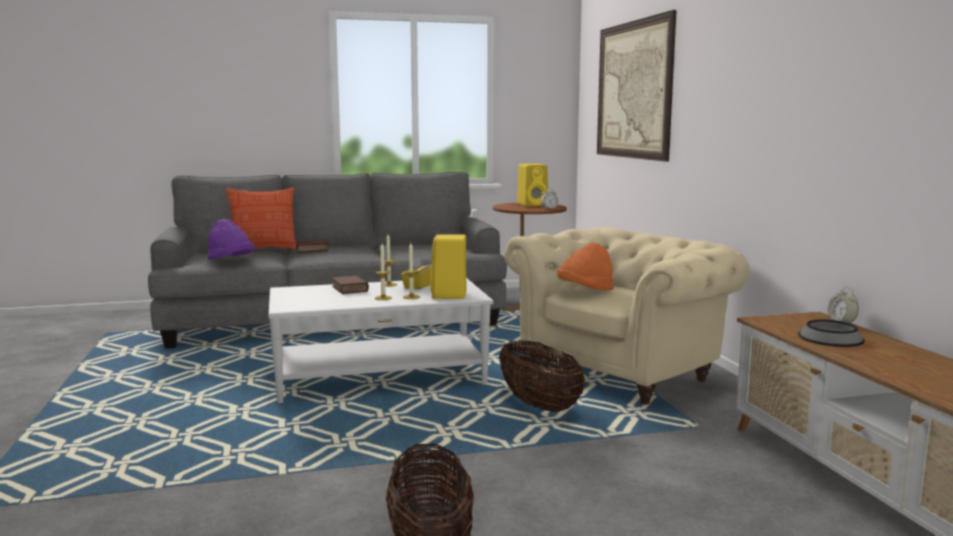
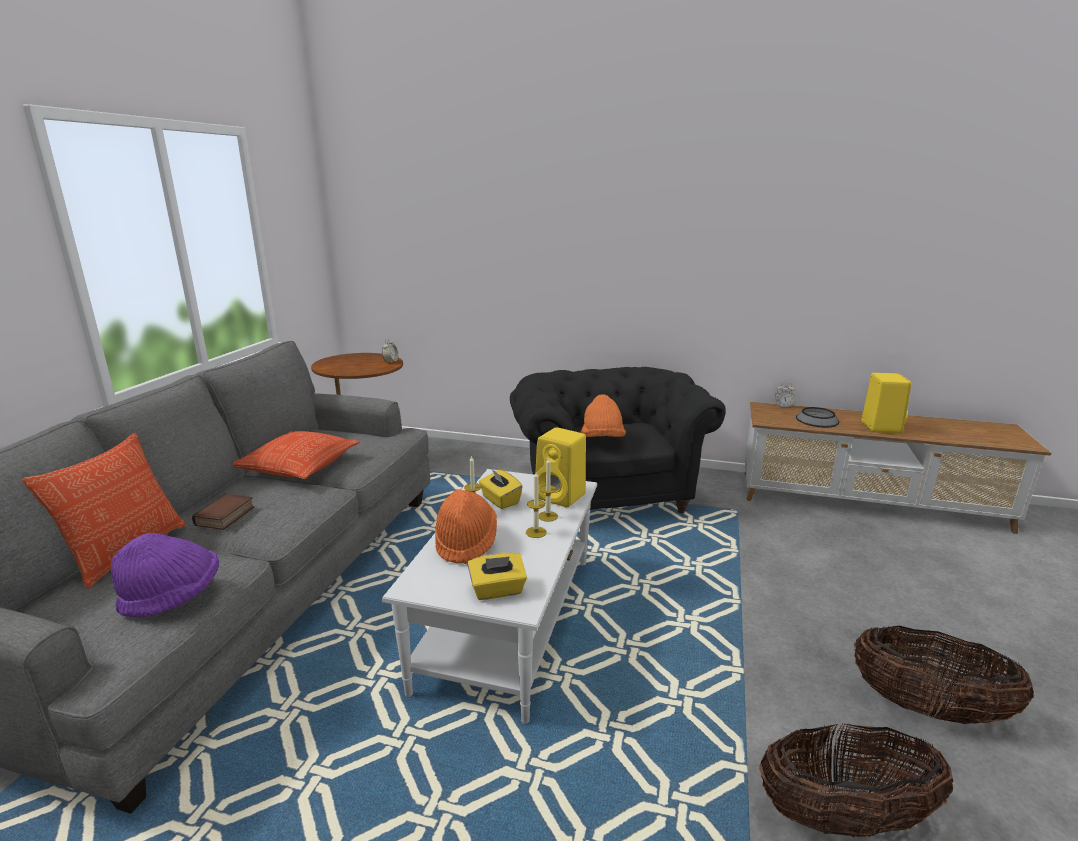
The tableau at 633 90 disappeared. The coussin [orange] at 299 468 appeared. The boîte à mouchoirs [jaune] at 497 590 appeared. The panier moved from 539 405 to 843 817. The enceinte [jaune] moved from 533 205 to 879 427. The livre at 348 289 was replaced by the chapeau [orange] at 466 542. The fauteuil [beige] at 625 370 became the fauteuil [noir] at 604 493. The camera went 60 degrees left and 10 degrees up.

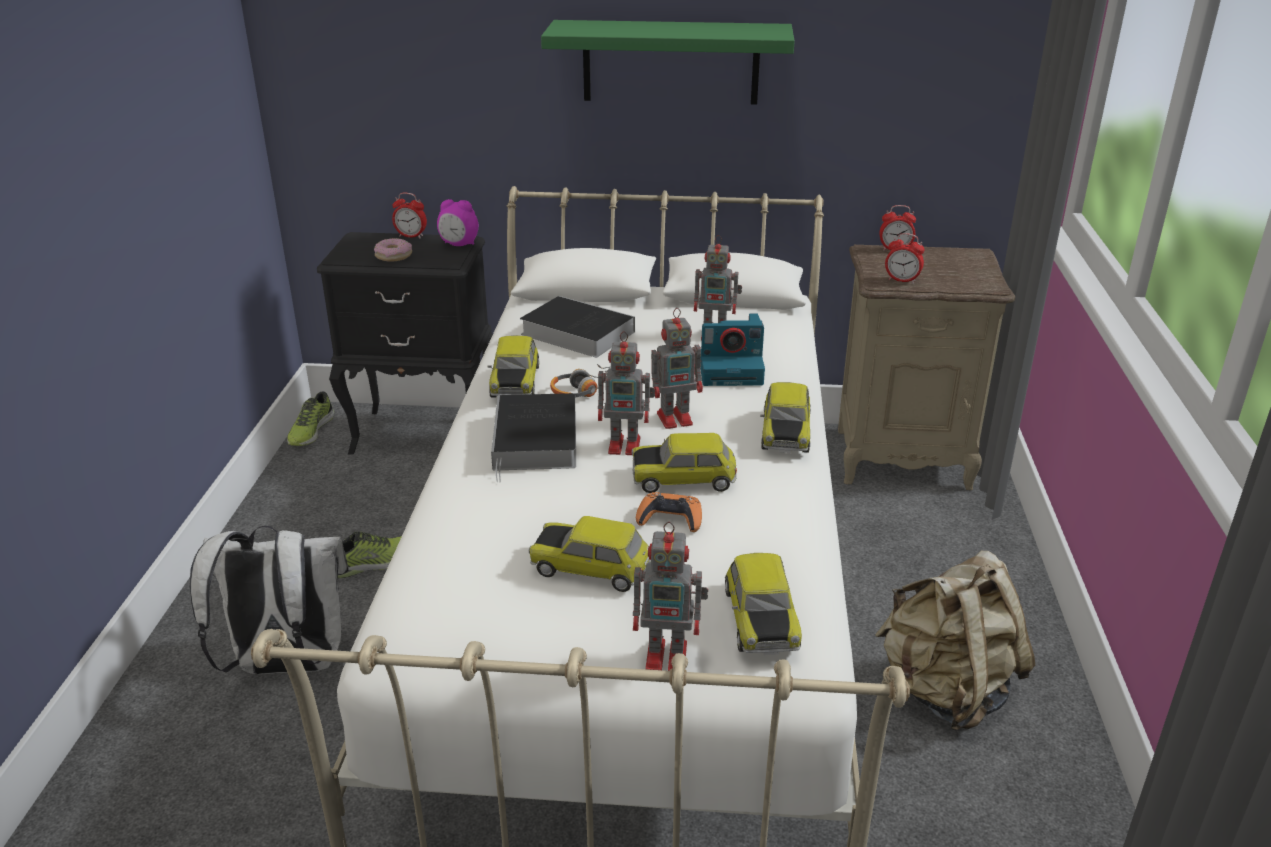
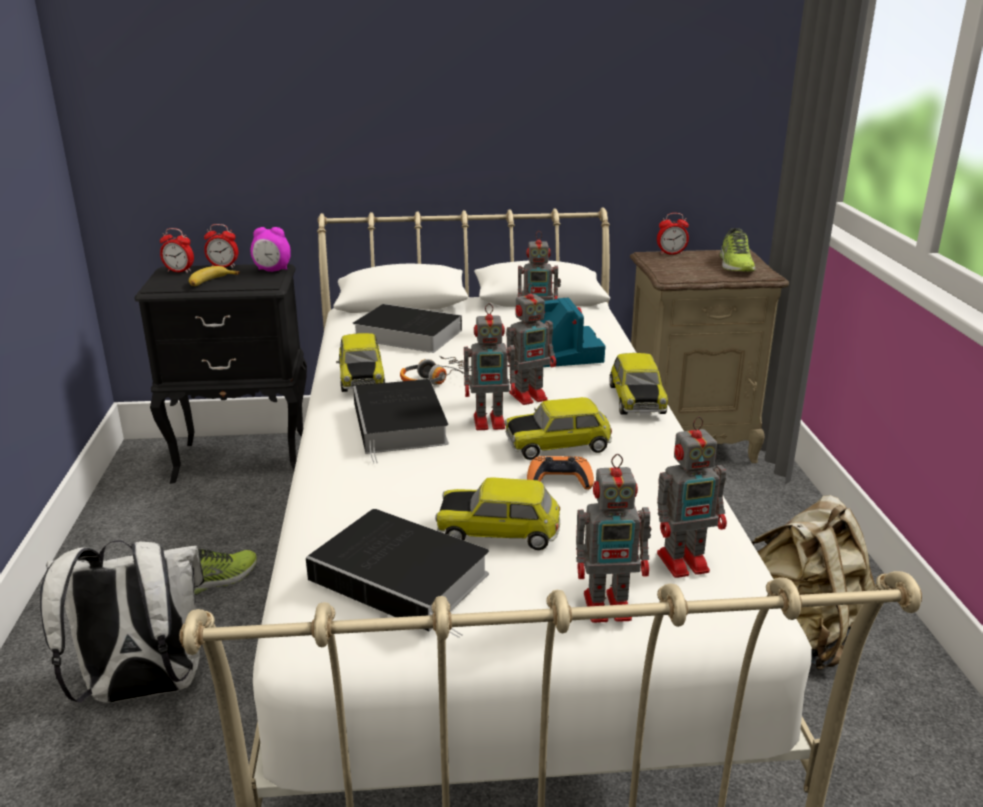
The étagère [vert] at 670 62 disappeared. The livre at 404 578 appeared. The chaussure moved from 310 431 to 735 264. The réveil moved from 902 280 to 179 271. The beignet at 393 256 was replaced by the banane at 211 282. The petite voiture at 759 619 was replaced by the robot jouet at 685 561. The appareil photo at 732 369 turned 90 degrees counterclockwise. The camera went 10 degrees left and 5 degrees down.

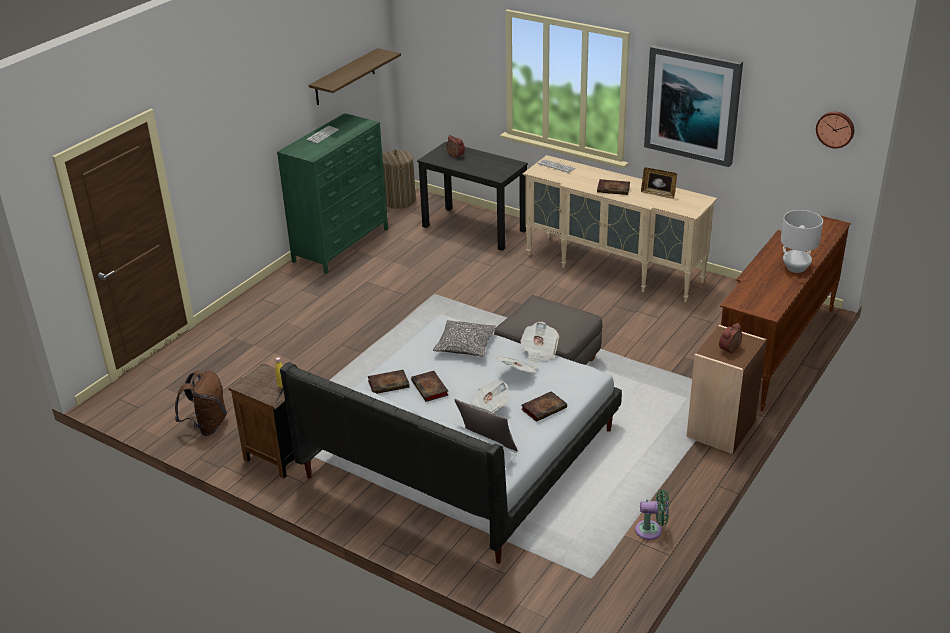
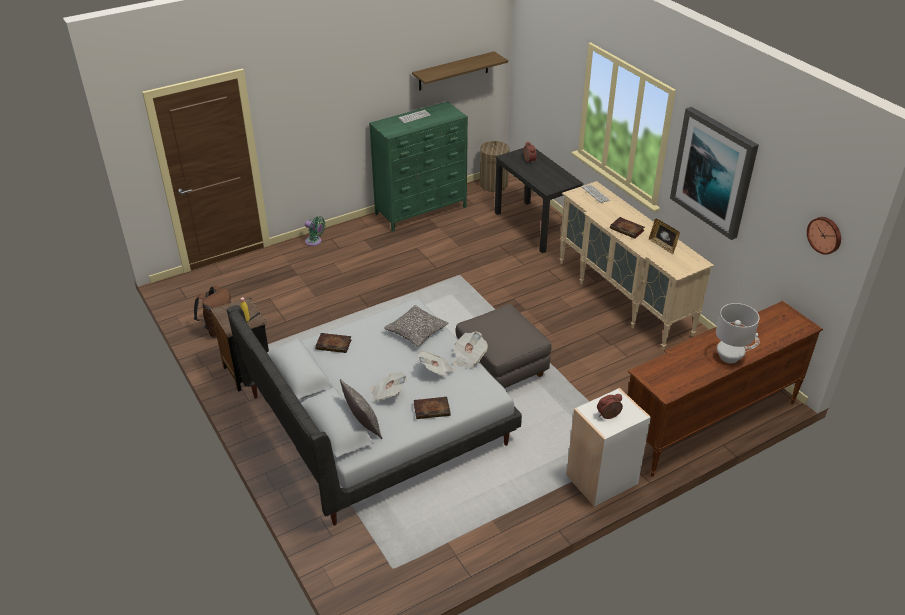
The livre at 430 389 disappeared. The ventilateur [vert] moved from 651 530 to 314 242. The bibliothèque [marron] at 721 430 became the bibliothèque [blanc] at 601 480. The camera went 25 degrees right and 5 degrees up.

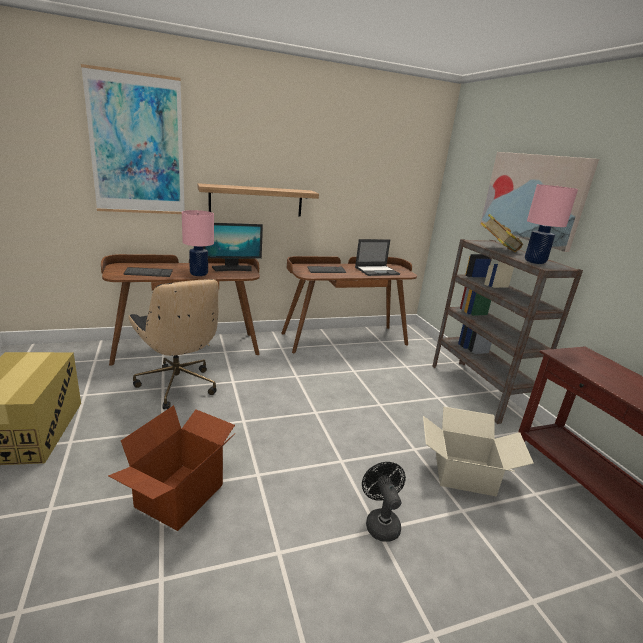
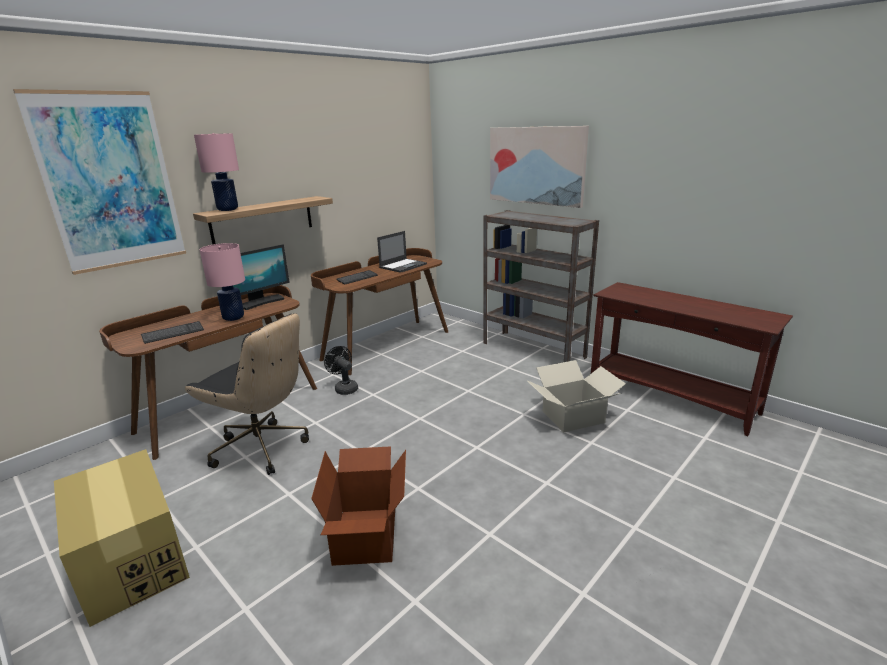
The livre at 497 249 disappeared. The ventilateur [noir] moved from 380 522 to 344 388. The lampe de table [rose] moved from 535 262 to 228 210. The camera went 25 degrees left and 0 degrees up.

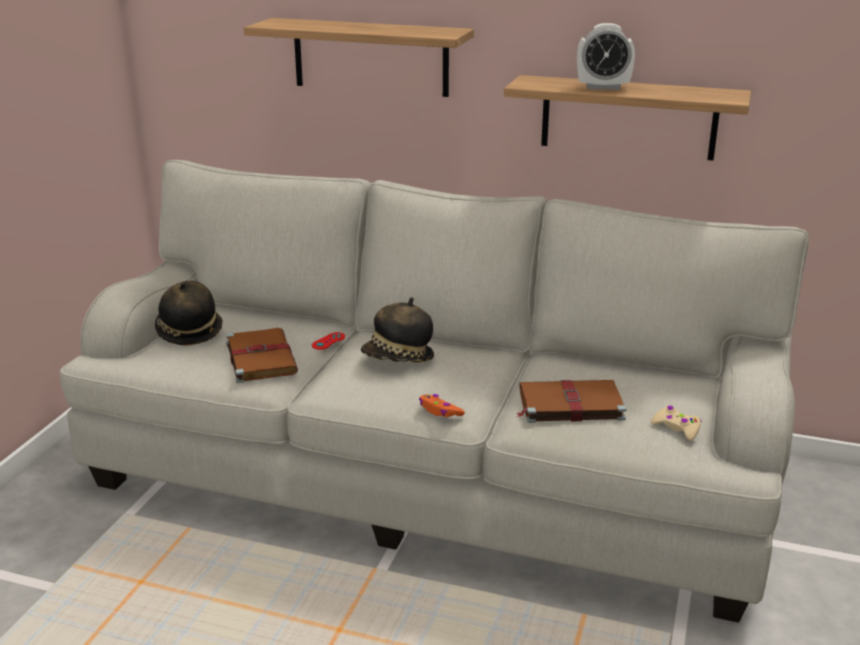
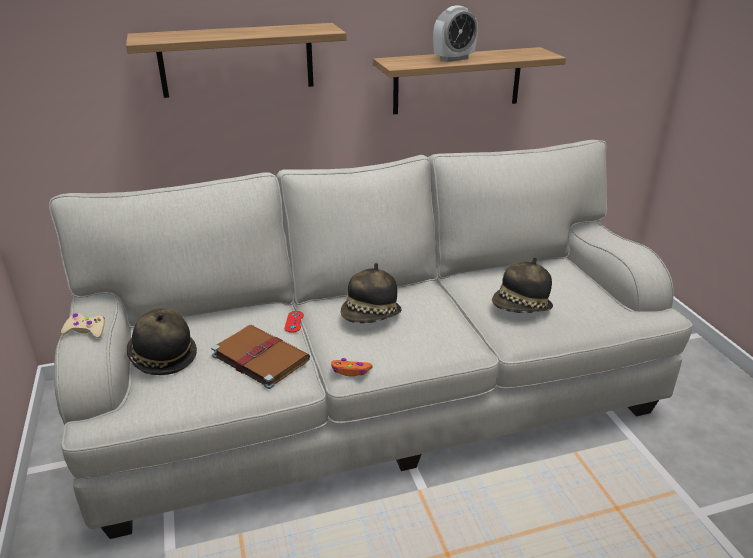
The manette [orange] moved from 440 411 to 351 371. The manette [beige] moved from 676 428 to 86 330. The livre [marron] at 568 404 was replaced by the chapeau at 521 308. The camera went 35 degrees left and 5 degrees up.

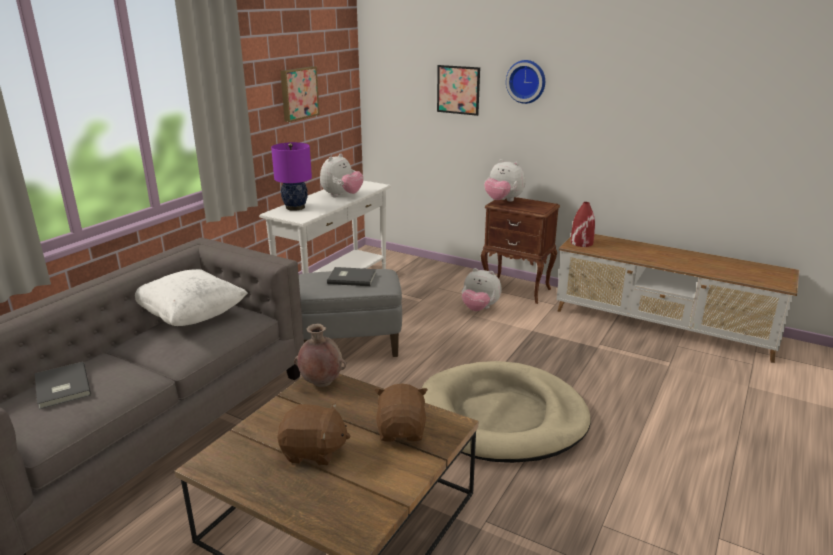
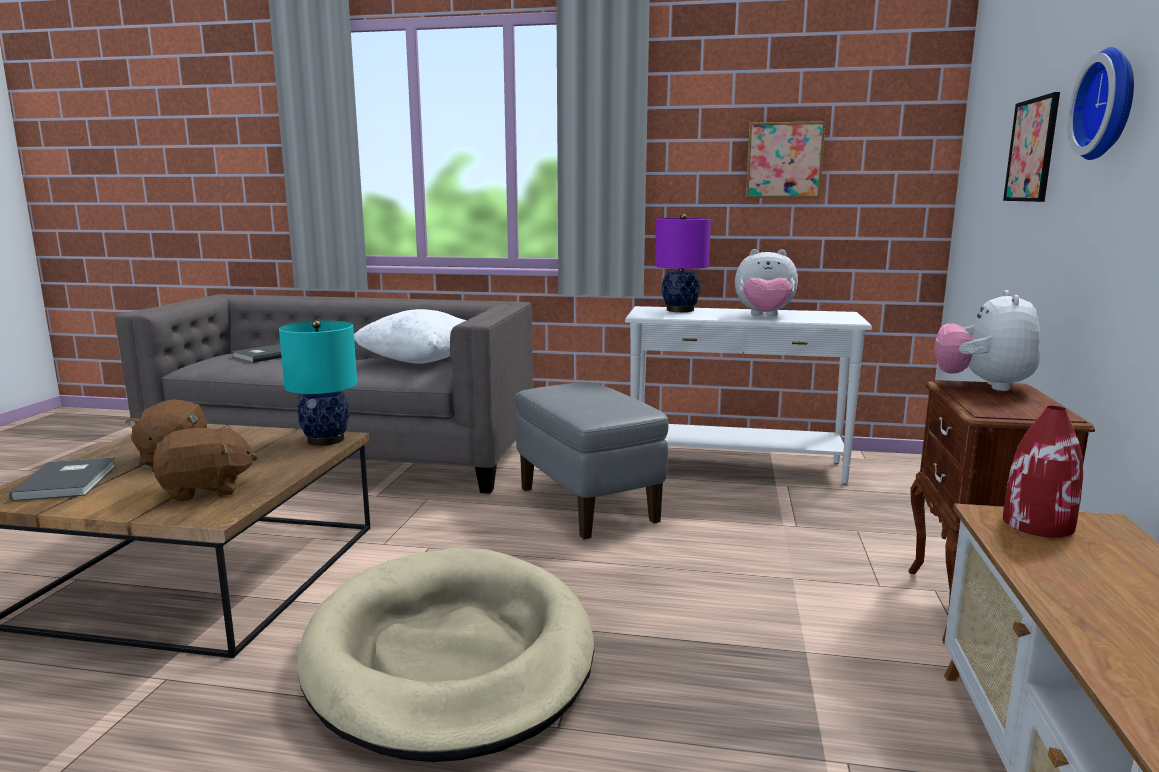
The peluche at 479 309 disappeared. The livre [gris] moved from 351 278 to 70 481. The vase [marron] at 321 383 was replaced by the lampe de table [turquoise] at 325 440. The camera went 70 degrees right and 10 degrees down.

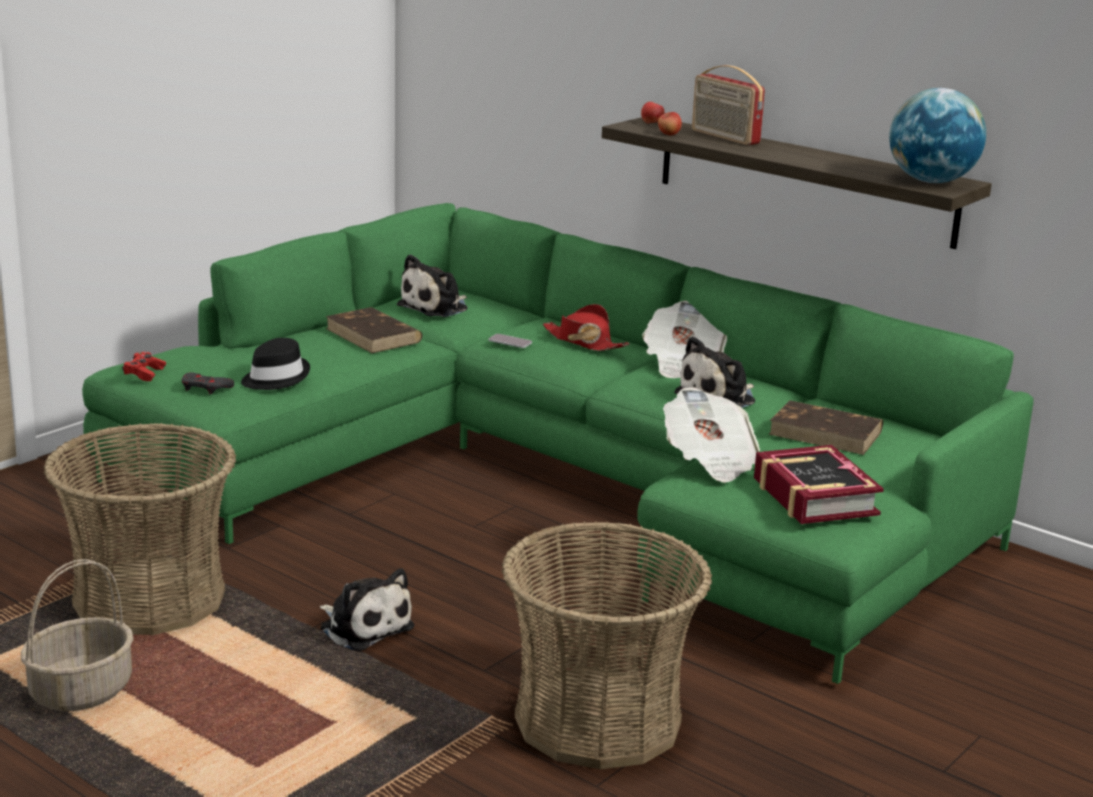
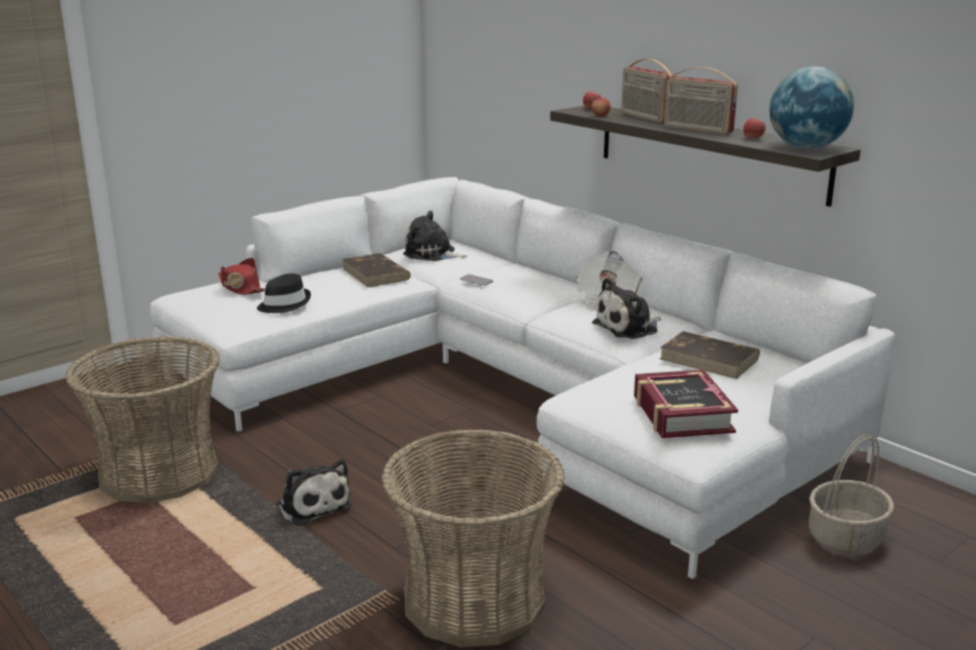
The manette [rouge] at 144 374 disappeared. The manette [gris] at 205 388 disappeared. The journal at 710 461 disappeared. The radio at 697 129 appeared. The pomme at 753 138 appeared. The panier moved from 81 690 to 845 537. The chapeau [rouge] moved from 584 342 to 240 287. The canapé [vert] at 553 483 became the canapé [blanc] at 506 392. The peluche at 436 307 turned 60 degrees clockwise. The camera went 10 degrees right and 0 degrees up.

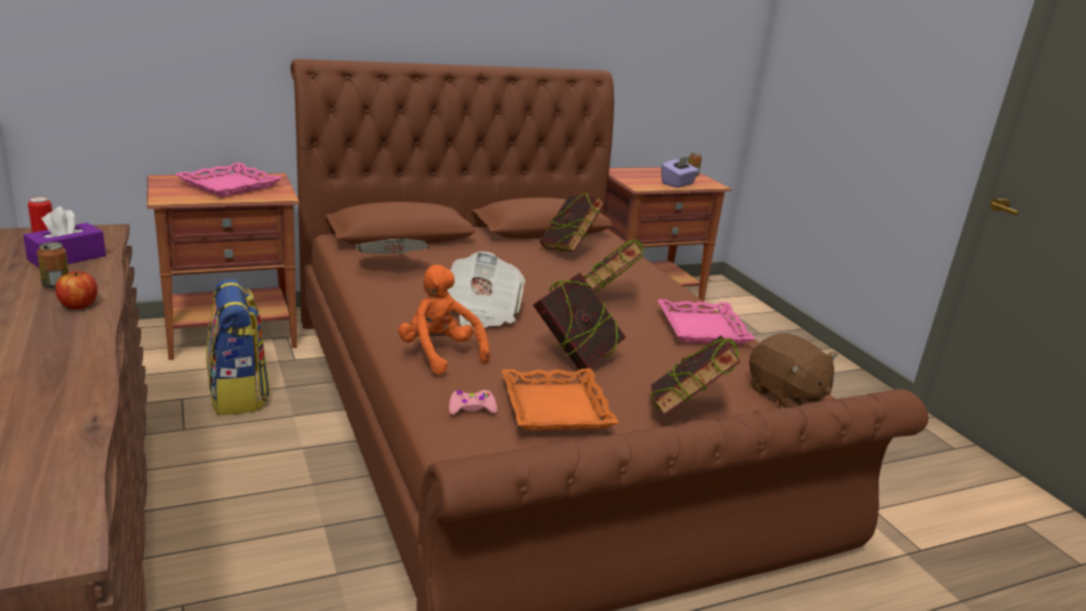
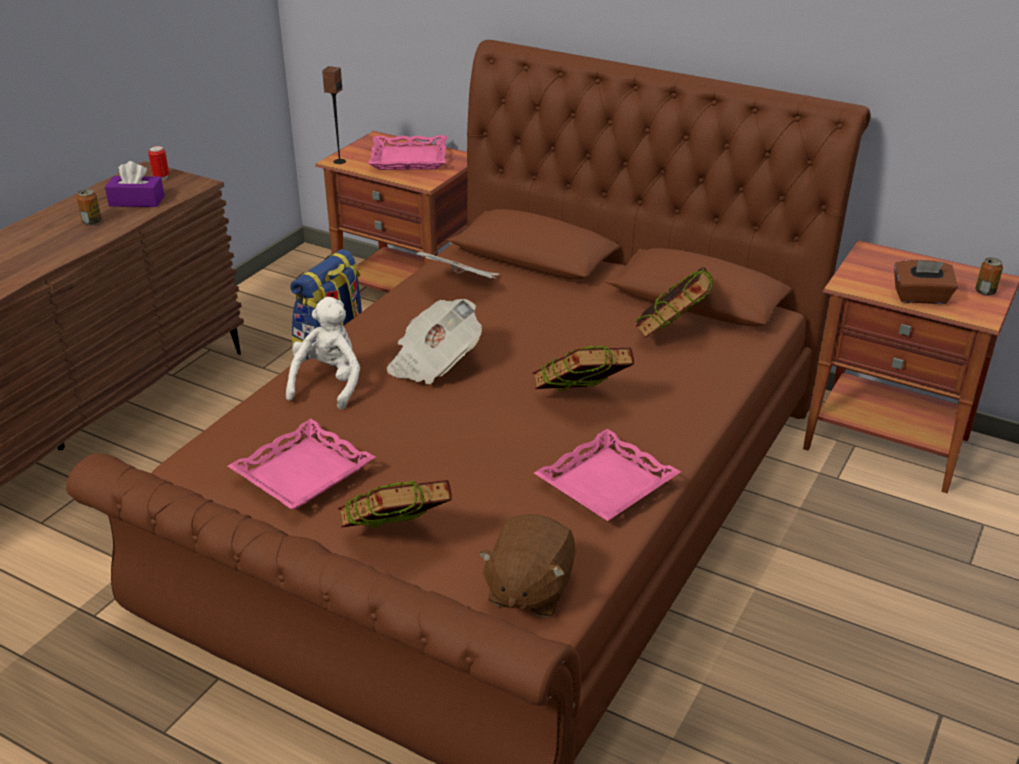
The pomme at 78 305 disappeared. The manette [rose] at 471 408 disappeared. The livre at 575 357 disappeared. The enceinte at 339 161 appeared. The peluche [orange] at 439 354 became the peluche [blanc] at 328 384. The plateau [orange] at 557 407 became the plateau [rose] at 303 473. The boîte à mouchoirs [violet] at 678 184 became the boîte à mouchoirs [marron] at 921 297. The camera went 55 degrees right and 10 degrees up.

